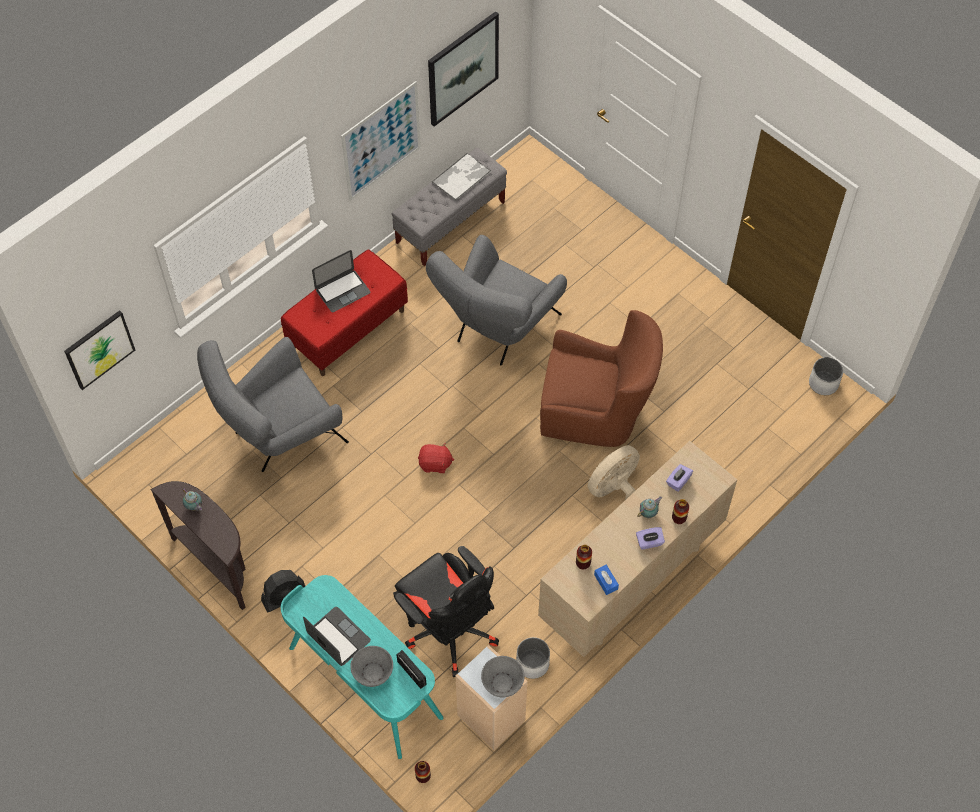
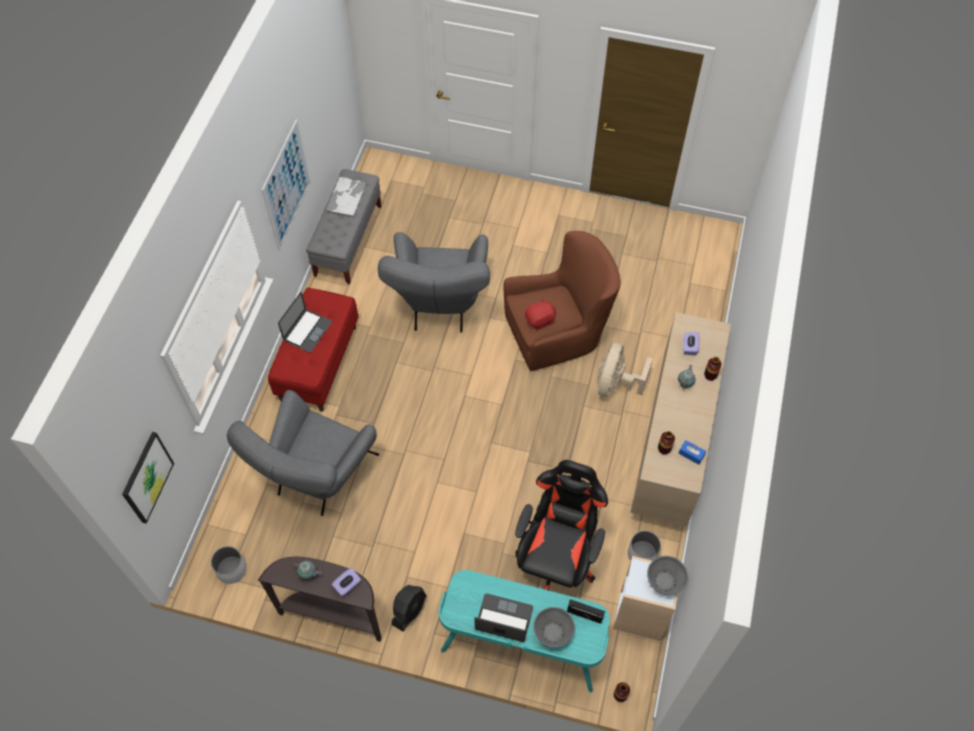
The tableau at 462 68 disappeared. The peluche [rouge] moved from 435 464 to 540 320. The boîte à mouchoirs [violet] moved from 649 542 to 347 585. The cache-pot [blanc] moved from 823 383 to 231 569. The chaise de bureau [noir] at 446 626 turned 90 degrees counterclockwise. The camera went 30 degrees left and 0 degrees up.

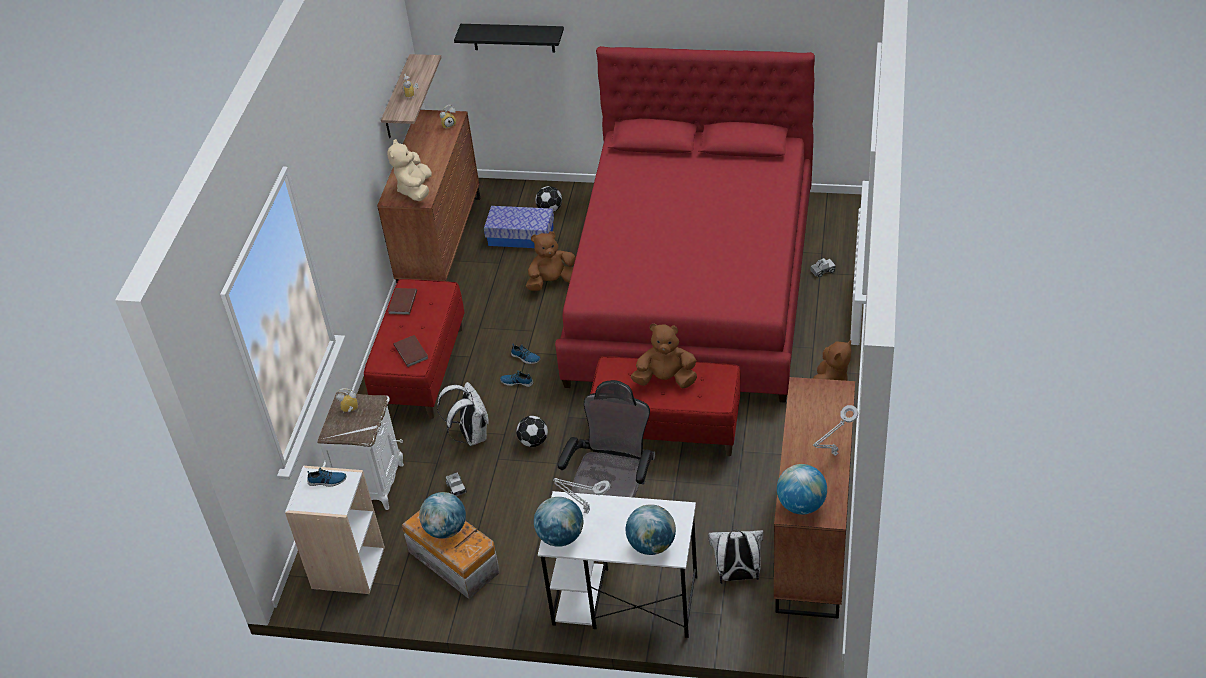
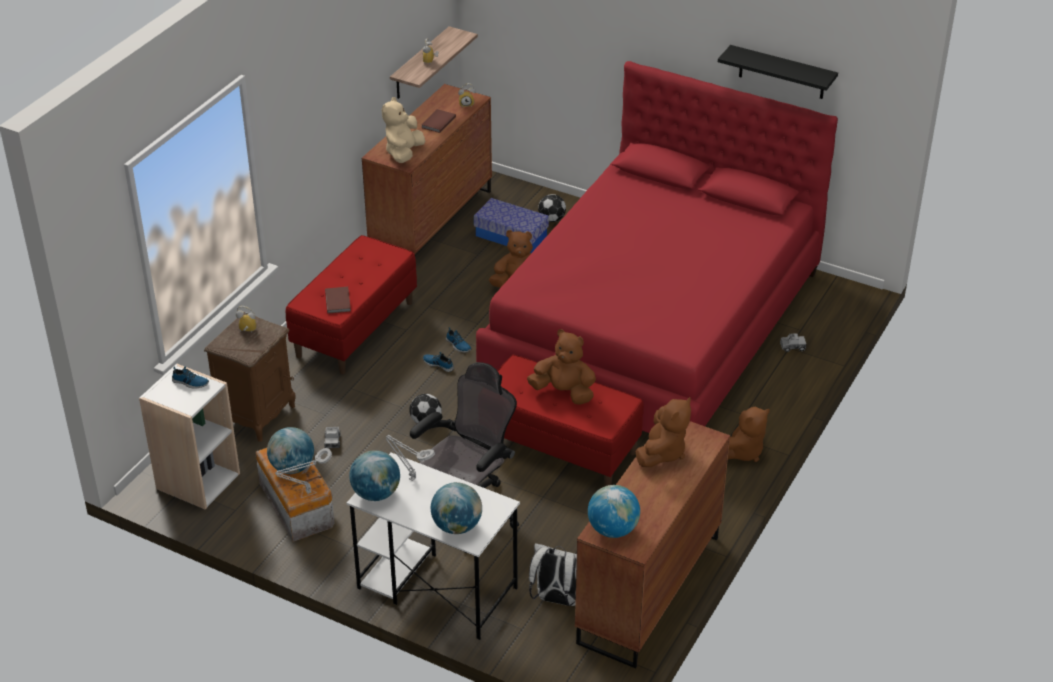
The sac à dos [blanc] at 471 435 disappeared. The peluche [marron] at 662 452 appeared. The livre [marron] moved from 402 303 to 437 122. The étagère [noir] moved from 513 37 to 782 72. The lampe de table [gris] moved from 833 455 to 306 492. The table de chevet [blanc] at 373 484 became the table de chevet [marron] at 258 416. The camera went 15 degrees right and 5 degrees down.

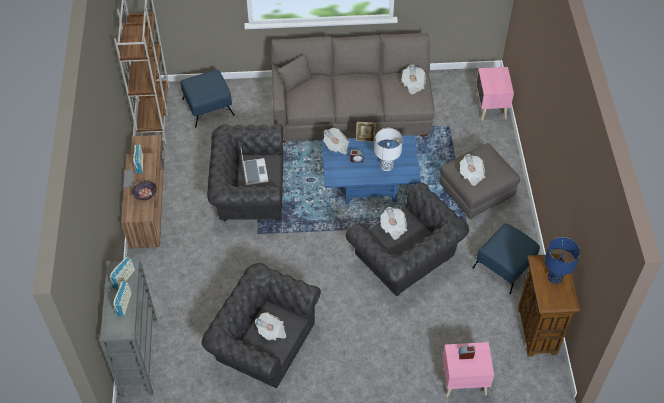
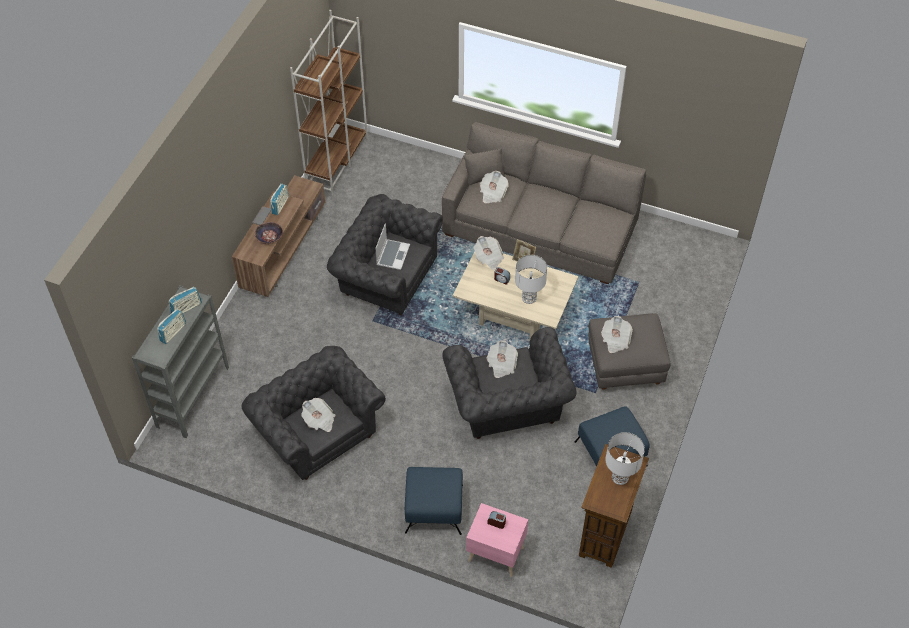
The table de chevet [rose] at 490 108 disappeared. The pouf [bleu] moved from 207 107 to 433 508. The journal moved from 413 84 to 492 193. The table basse [bleu] at 369 187 became the table basse [beige] at 514 315. The lampe de table [bleu] at 555 277 became the lampe de table [blanc] at 620 477. The camera went 25 degrees right and 0 degrees up.

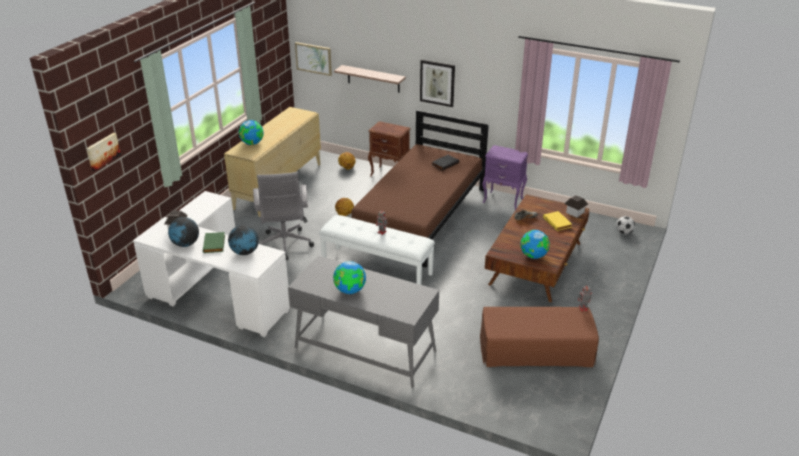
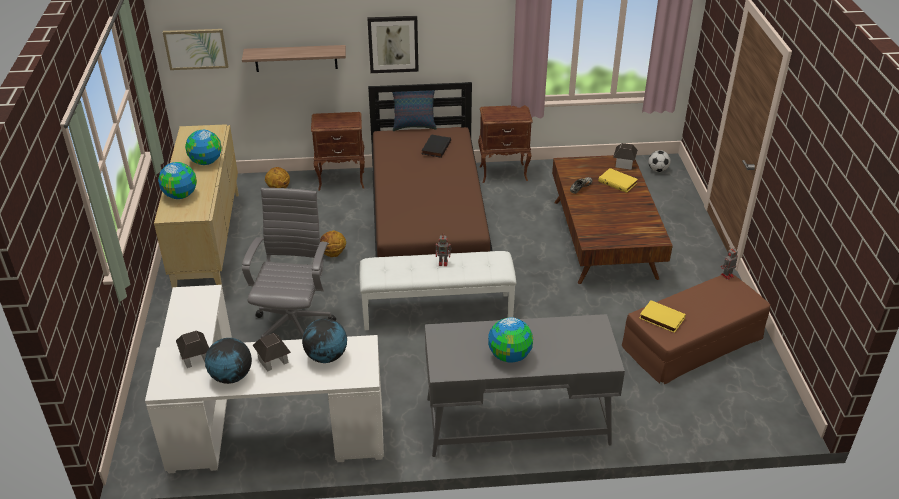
The tableau at 102 151 disappeared. The coussin [bleu] at 414 127 appeared. The livre [jaune] at 661 319 appeared. The globe moved from 533 255 to 205 162. The livre [vert] at 215 244 was replaced by the maison miniature at 273 361. The table de chevet [violet] at 503 201 became the table de chevet [marron] at 503 173. The chaise de bureau [gris] at 285 246 turned 135 degrees counterclockwise. The camera went 30 degrees left and 5 degrees up.

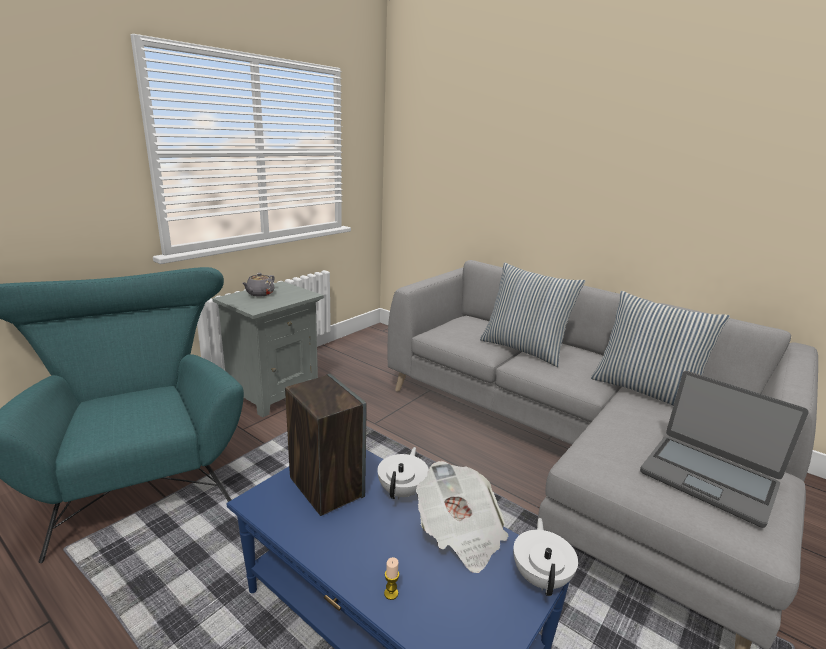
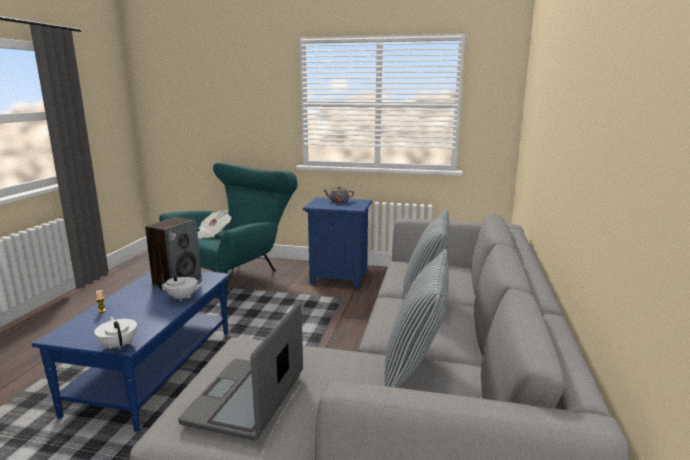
The journal moved from 460 533 to 213 234. The table de chevet [gris] at 276 394 became the table de chevet [bleu] at 339 278. The théière [blanc] at 541 577 turned 105 degrees counterclockwise. The camera went 65 degrees right and 5 degrees down.

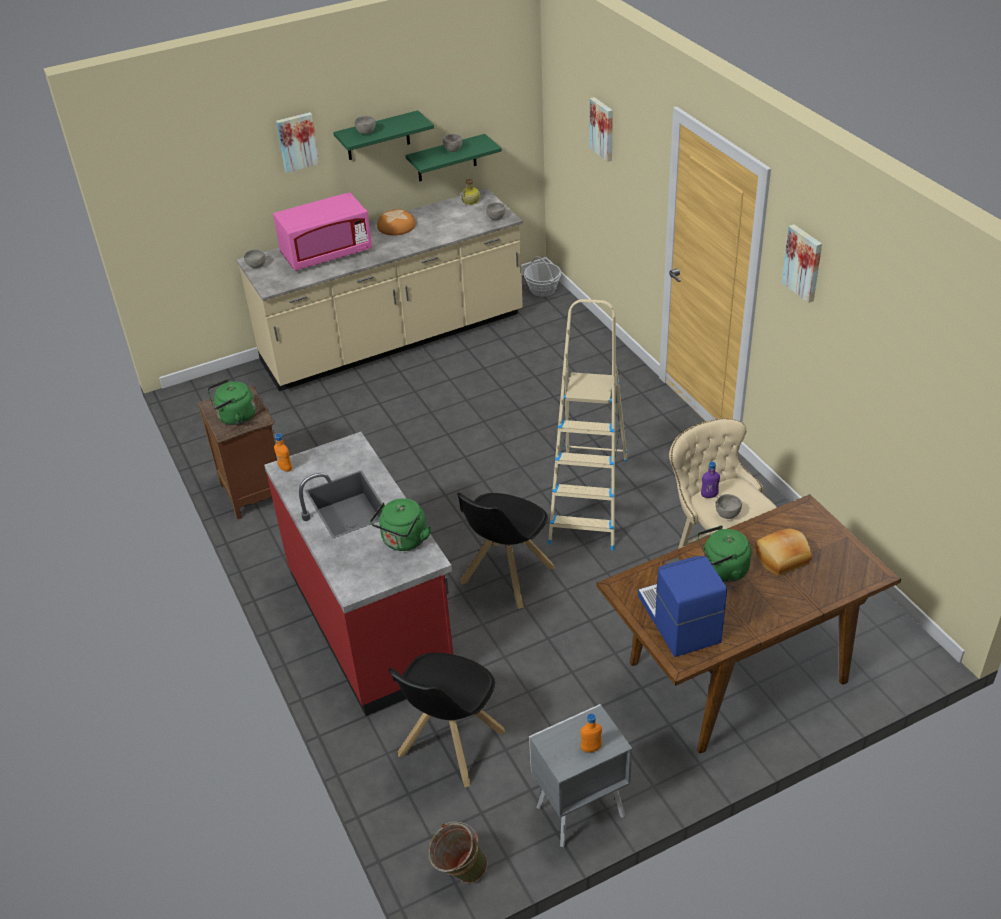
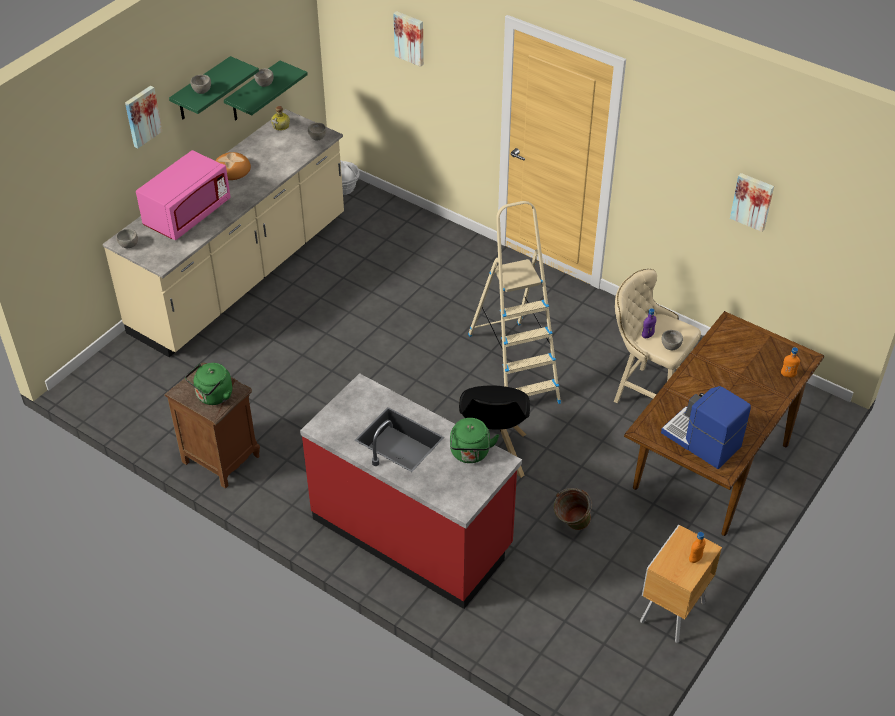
The chaise [noir] at 449 745 disappeared. The bouilloire [vert] at 722 570 disappeared. The pain at 782 559 disappeared. The bouteille [orange] moved from 285 468 to 788 375. The seau [vert] moved from 459 873 to 571 526. The tableau moved from 803 262 to 752 201. The table de chevet [gris] at 578 812 became the table de chevet [marron] at 671 613. The camera went 30 degrees left and 5 degrees up.

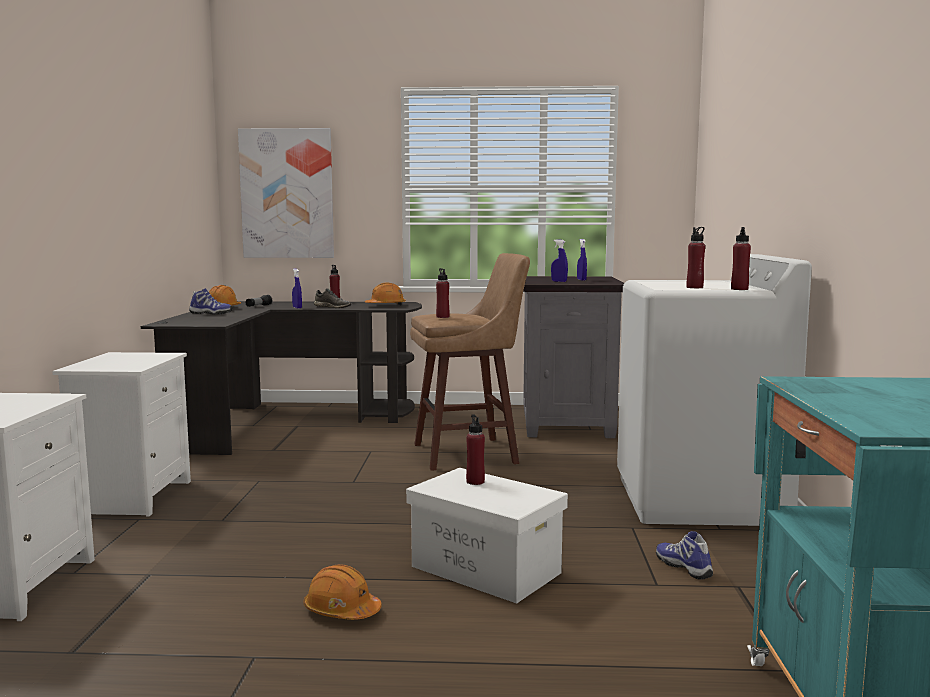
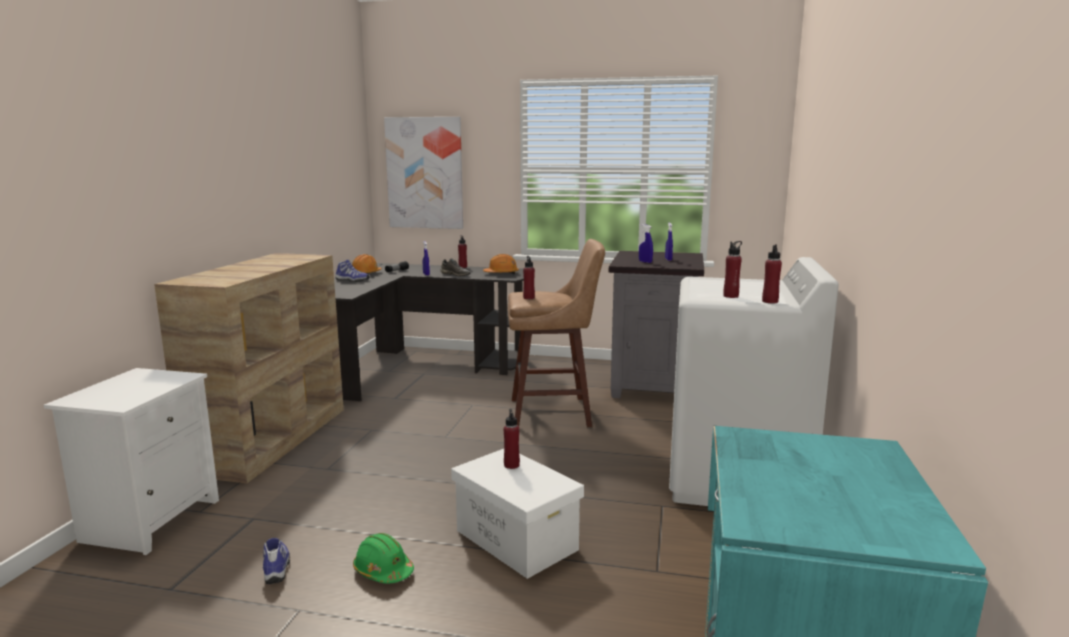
The chaussure moved from 684 567 to 277 567. The table de chevet [blanc] at 132 496 was replaced by the bibliothèque [marron] at 269 439. The casque de chantier [orange] at 341 611 became the casque de chantier [vert] at 383 571. The camera went 10 degrees right and 5 degrees up.

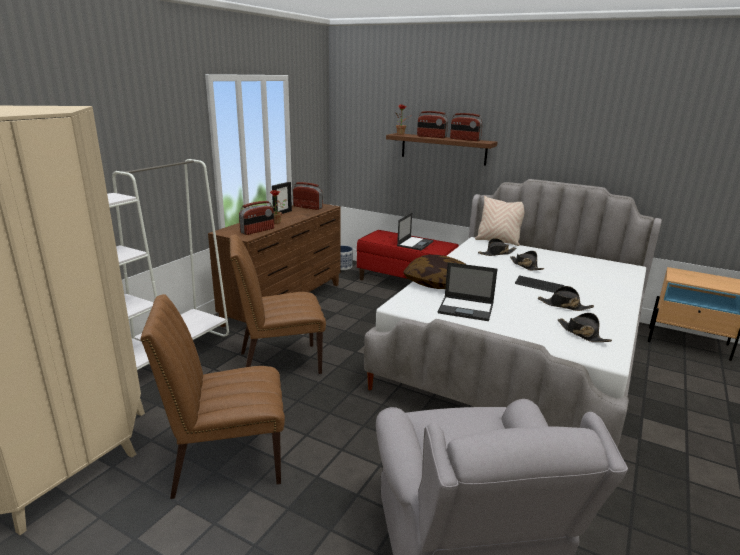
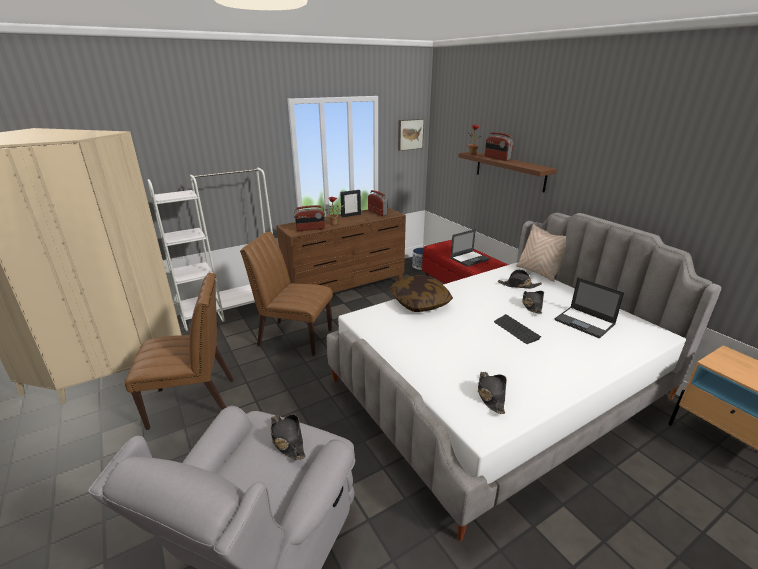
The radio at 465 139 disappeared. The tableau at 410 134 appeared. The ordinateur portable moved from 466 309 to 585 322. The chapeau [noir] moved from 564 306 to 287 440. The chaise [marron] at 228 463 turned 150 degrees clockwise. The camera went 30 degrees right and 5 degrees up.

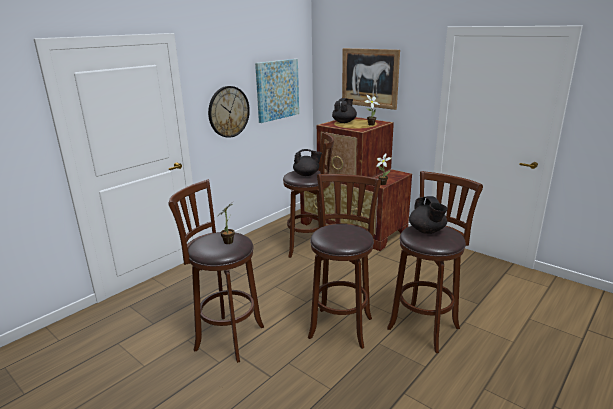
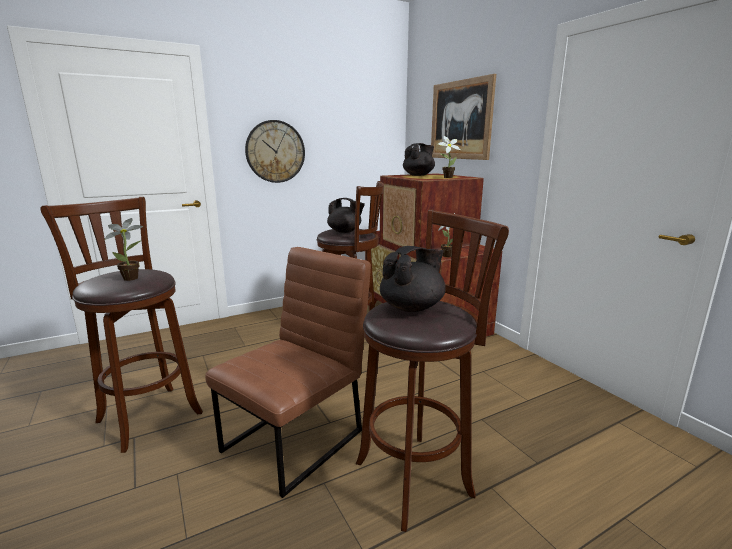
The tableau at 277 90 disappeared. The tabouret [marron] at 341 325 was replaced by the chaise [marron] at 297 438. The théière [noir] at 427 231 turned 135 degrees counterclockwise. The camera went 20 degrees right and 5 degrees down.

